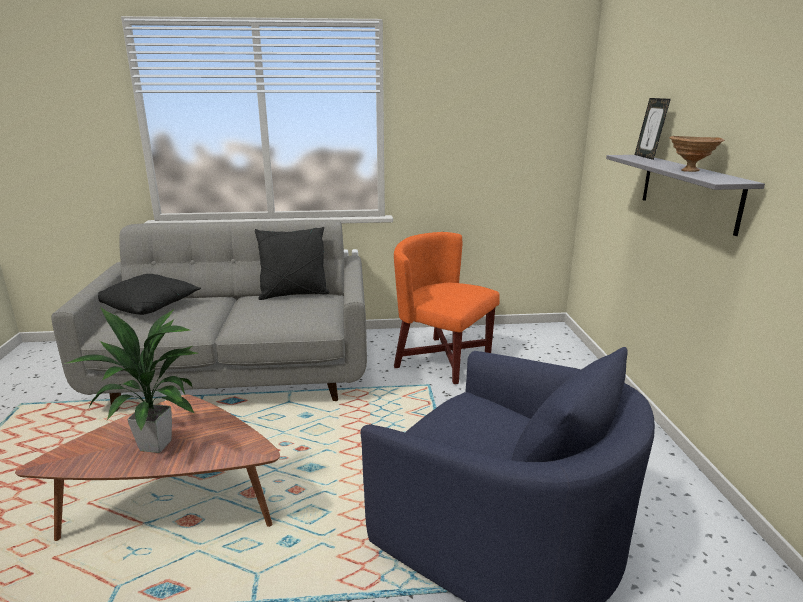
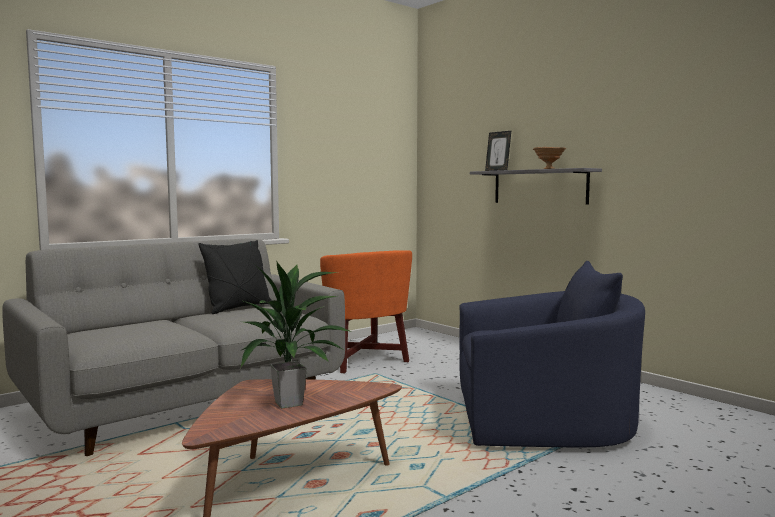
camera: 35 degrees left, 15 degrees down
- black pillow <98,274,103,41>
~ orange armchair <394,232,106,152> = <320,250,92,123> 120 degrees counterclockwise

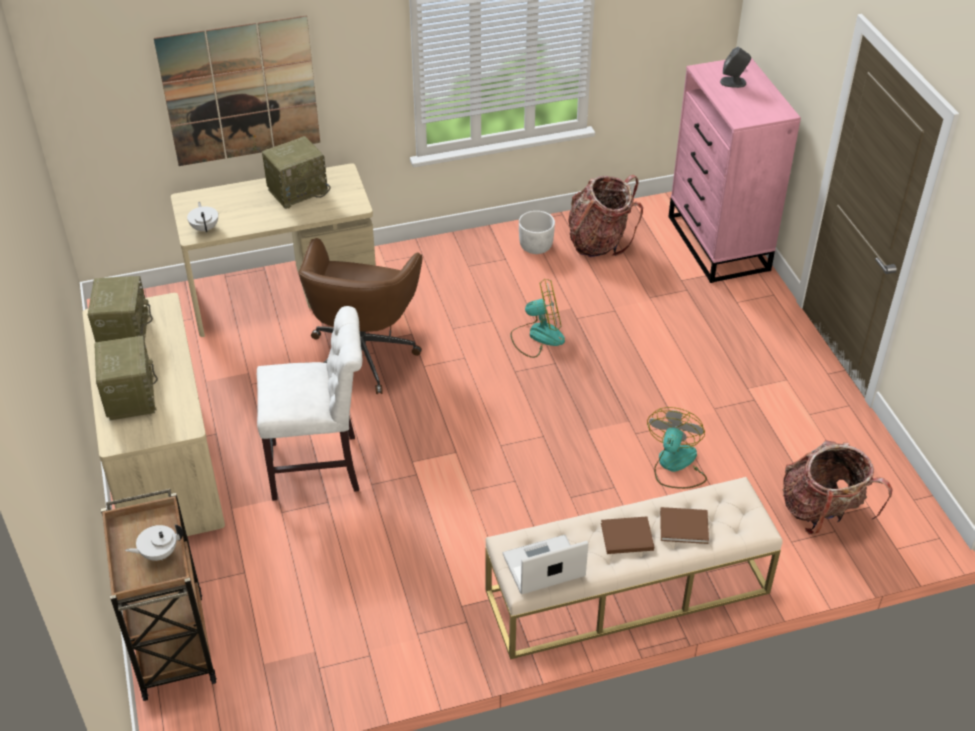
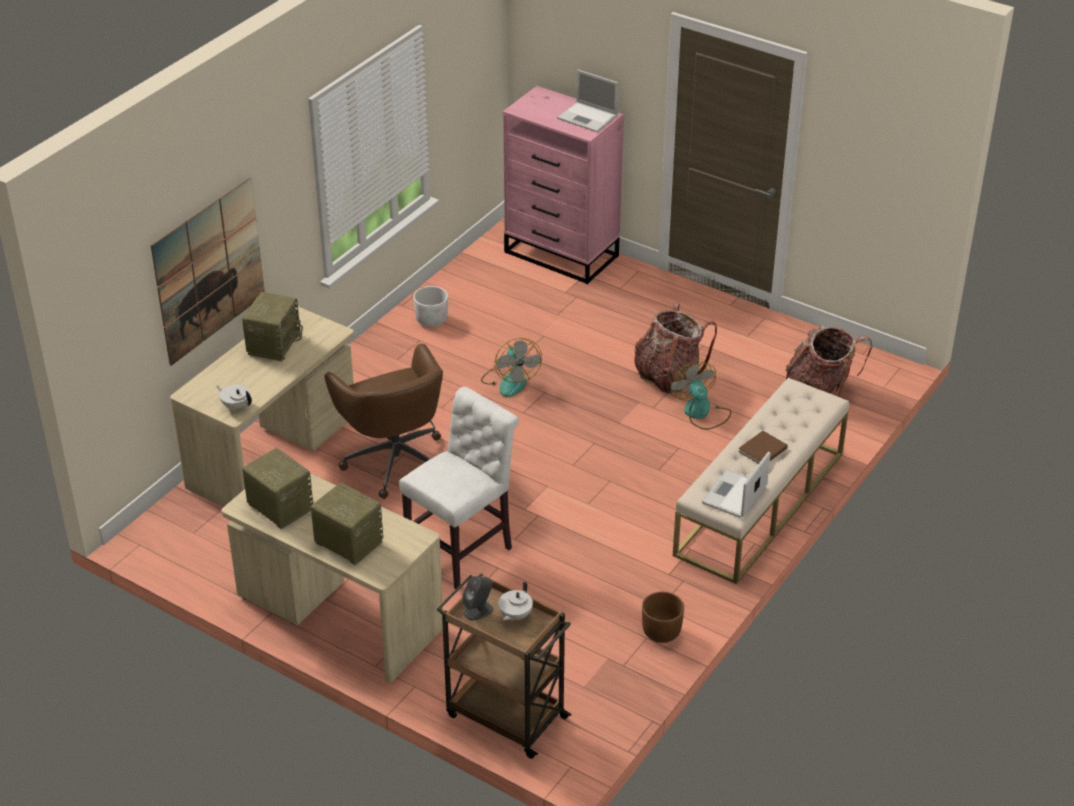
camera: 40 degrees left, 5 degrees down
~ fan <510,279,55,79> = <481,338,61,59> 120 degrees clockwise
~ backpack <568,175,75,82> to <634,302,83,92>
- brown book <660,507,49,37>
~ grey speaker <720,47,31,41> to <462,576,31,44>
+ laptop <557,70,62,62>
+ brown planter <642,592,42,51>

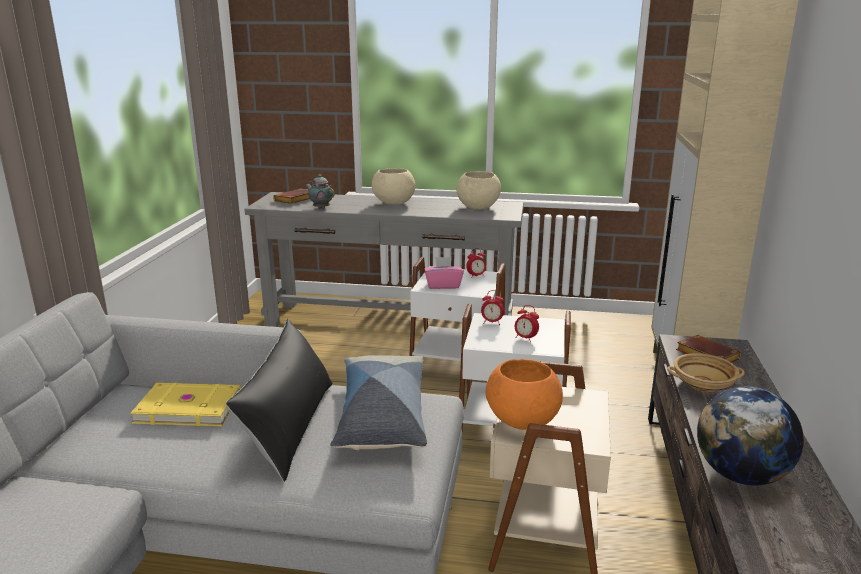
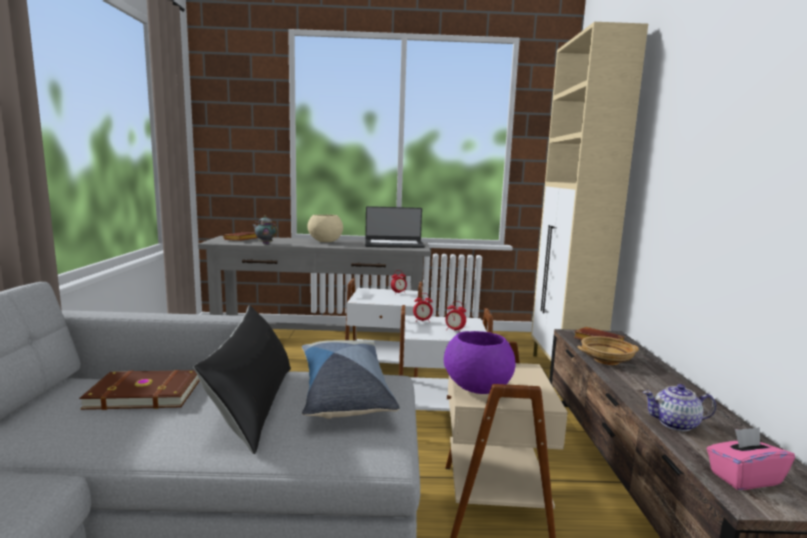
camera: 10 degrees left, 10 degrees down
~ yellow book <130,382,111,44> to brown book <79,370,121,40>
~ pink tissue box <424,257,40,32> to <707,427,88,63>
~ beige bowl <457,171,44,39> to laptop <365,206,60,42>
~ orange bowl <485,359,78,71> to purple bowl <444,331,72,63>
~ globe <697,387,107,99> to teapot <643,384,73,47>

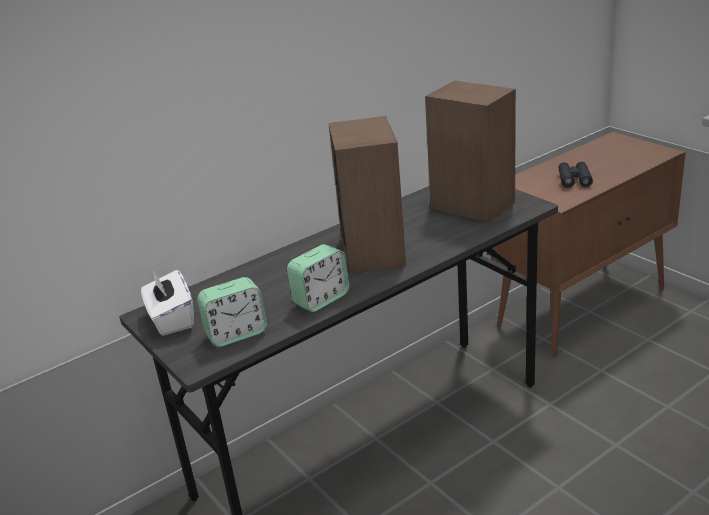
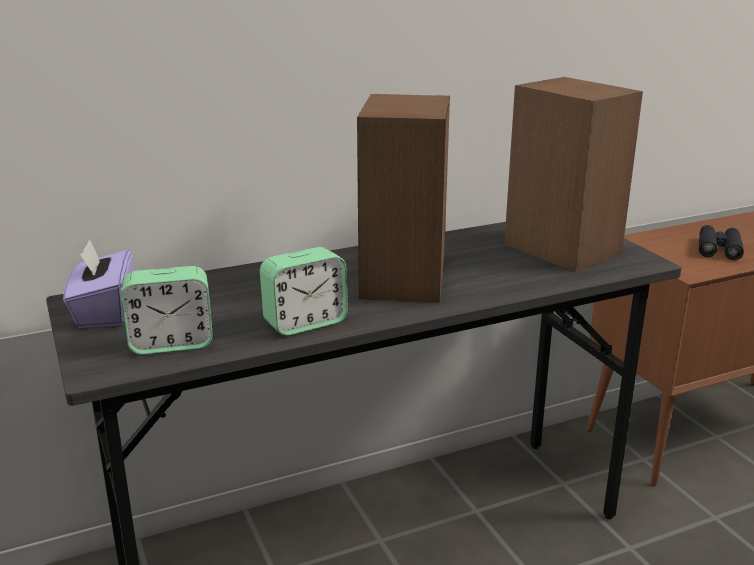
camera: 10 degrees right, 5 degrees down
~ white tissue box <141,270,53,66> to purple tissue box <63,239,70,89>

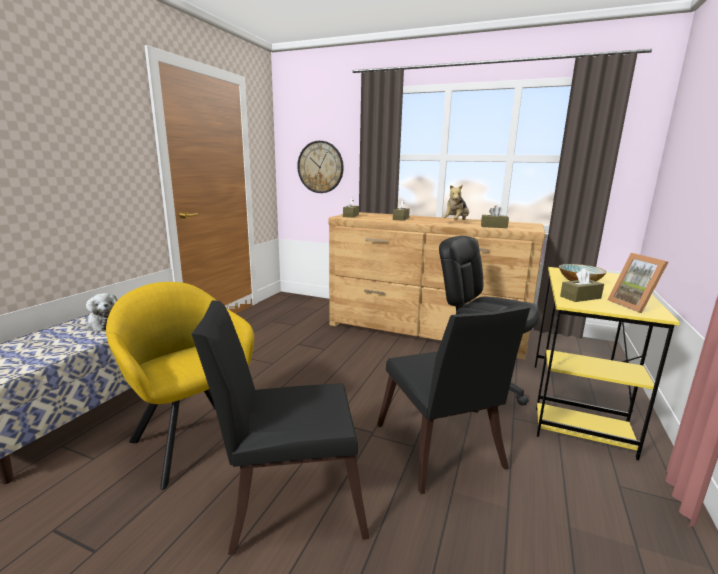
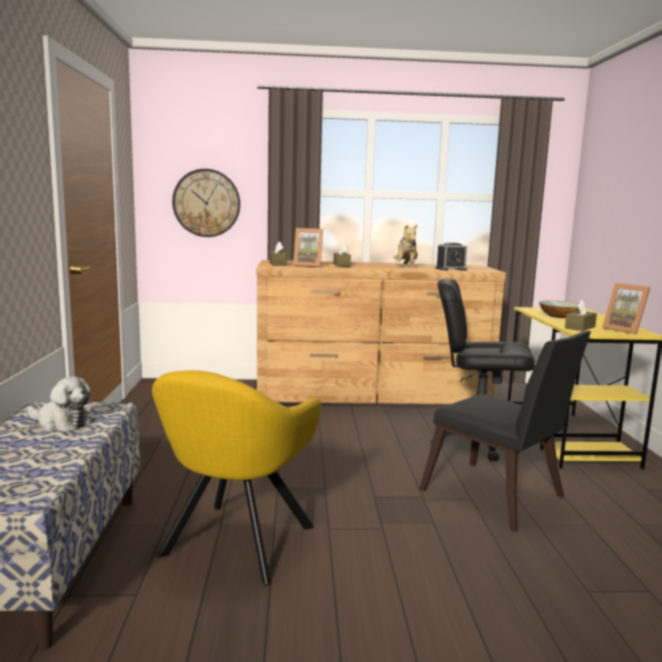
camera: 25 degrees left, 5 degrees down
~ yellow armchair <106,282,148,208> = <152,370,170,216> 90 degrees counterclockwise
- black chair <192,300,177,255>
~ brown tissue box <481,205,28,23> to alarm clock <436,242,31,29>
+ picture frame <293,228,30,39>

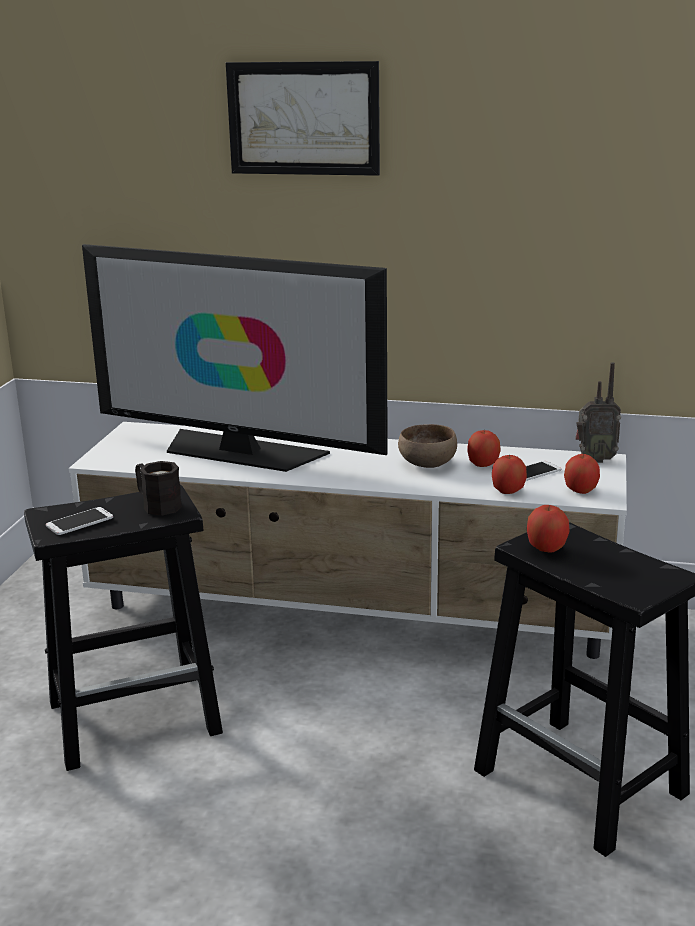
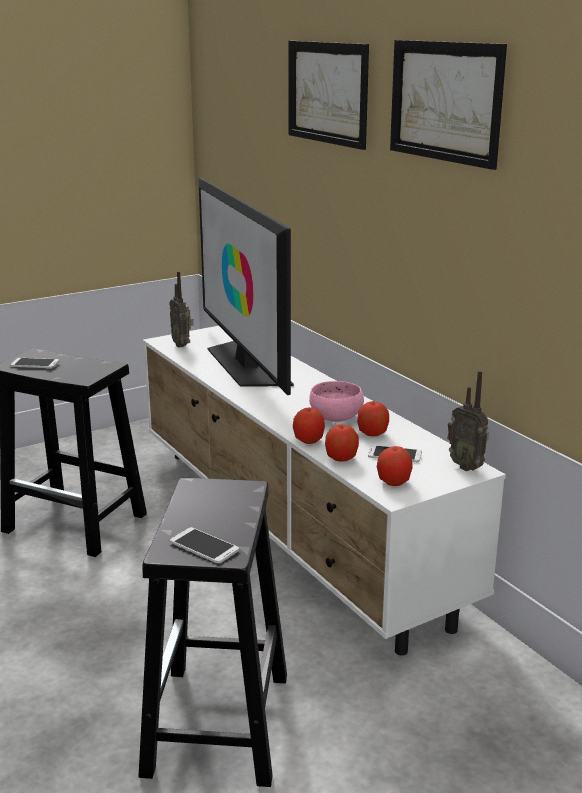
camera: 45 degrees right, 0 degrees up
- black mug <135,461,47,55>
~ brown bowl <398,424,59,44> to pink bowl <309,381,55,41>
~ apple <527,505,43,47> to <293,407,32,37>
+ radio <169,271,24,77>
+ phone <170,527,69,36>
+ picture <390,40,117,130>

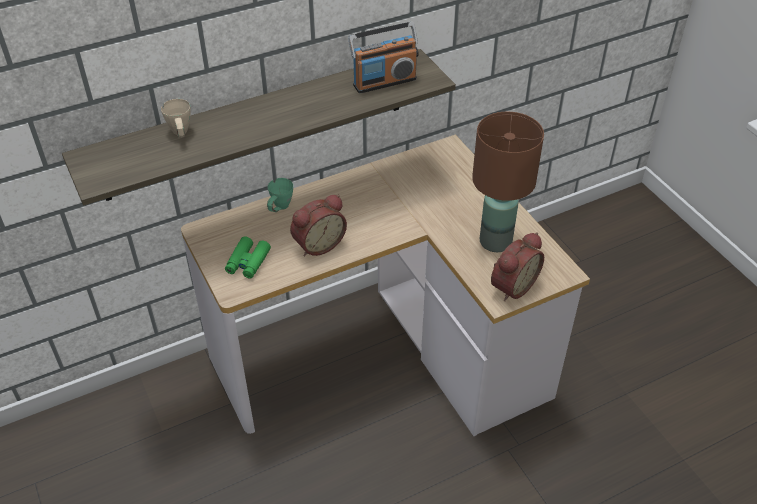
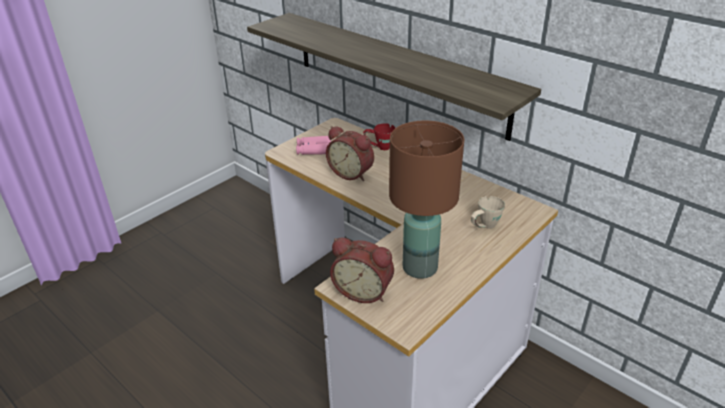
camera: 70 degrees right, 10 degrees down
~ beige mug <161,99,30,39> to <471,196,34,33>
~ green binoculars <225,236,46,42> to pink binoculars <296,136,35,19>
~ green mug <267,178,26,34> to red mug <363,123,32,27>
- radio <348,22,71,71>

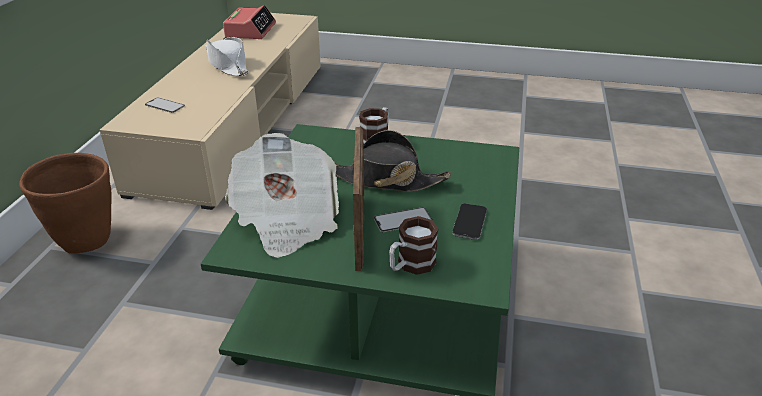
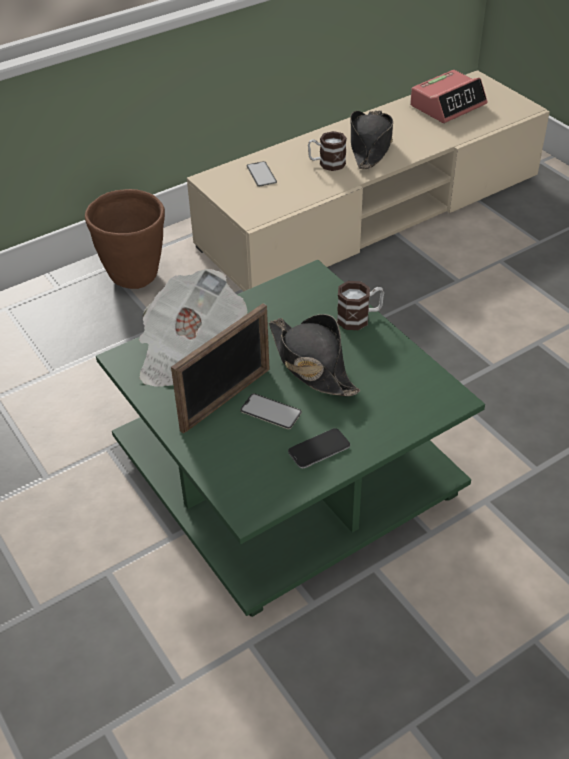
camera: 45 degrees right, 10 degrees up
~ white hat <205,37,44,39> to black hat <350,111,43,58>
~ mug <389,216,49,59> to <308,131,39,40>

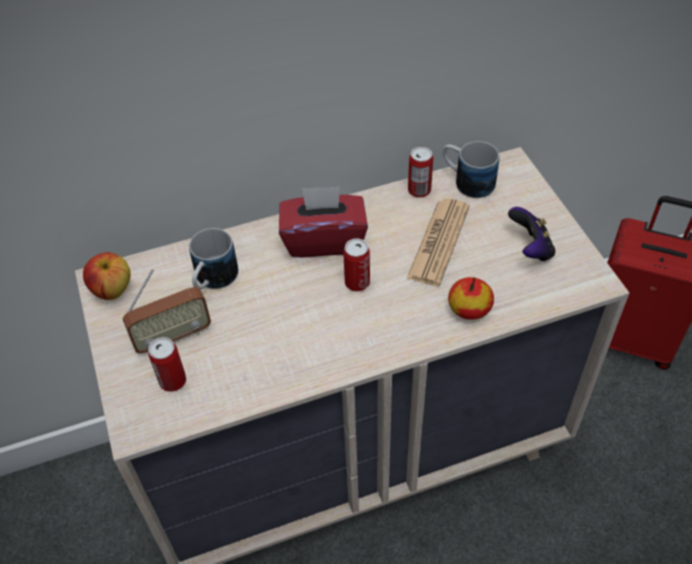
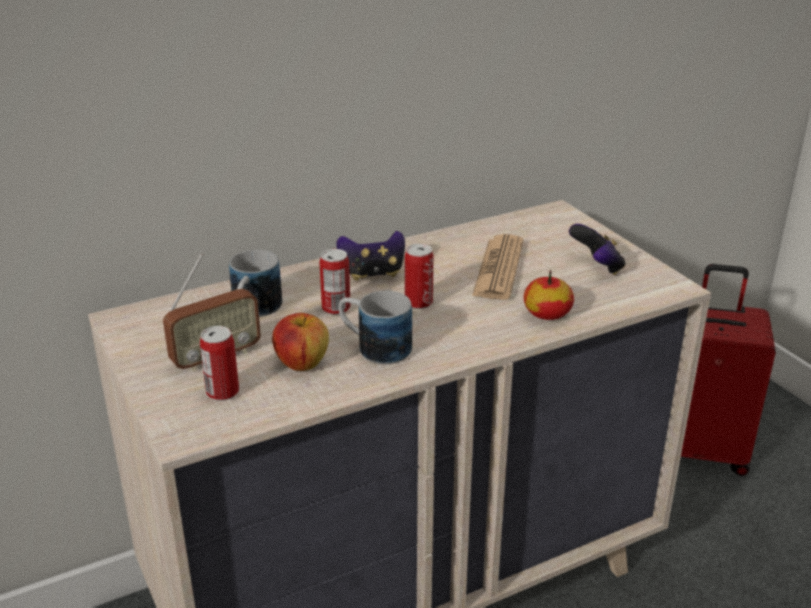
camera: 10 degrees left, 20 degrees down
~ apple <83,252,48,48> to <272,313,57,58>
~ red tissue box <279,187,89,70> to game controller <336,231,69,50>
~ can <408,147,25,51> to <320,249,31,66>
~ mug <443,141,56,57> to <339,291,73,73>

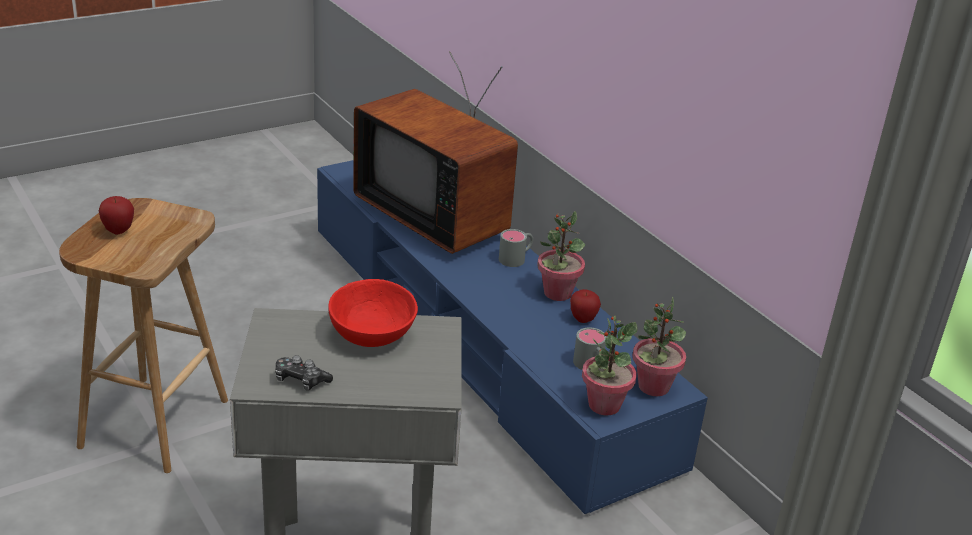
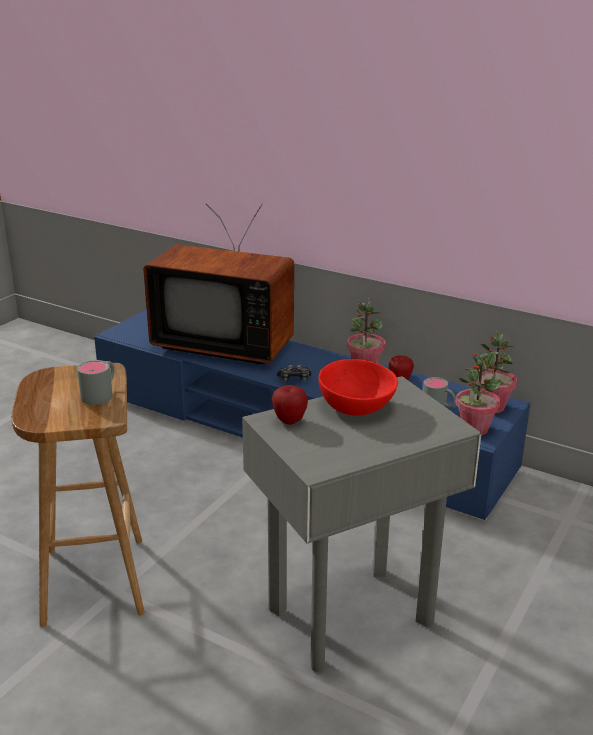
camera: 25 degrees left, 5 degrees down
~ apple <99,196,35,38> to <272,385,36,40>
~ game controller <275,355,58,35> to <277,364,34,17>
~ grey mug <499,229,34,38> to <77,360,37,45>

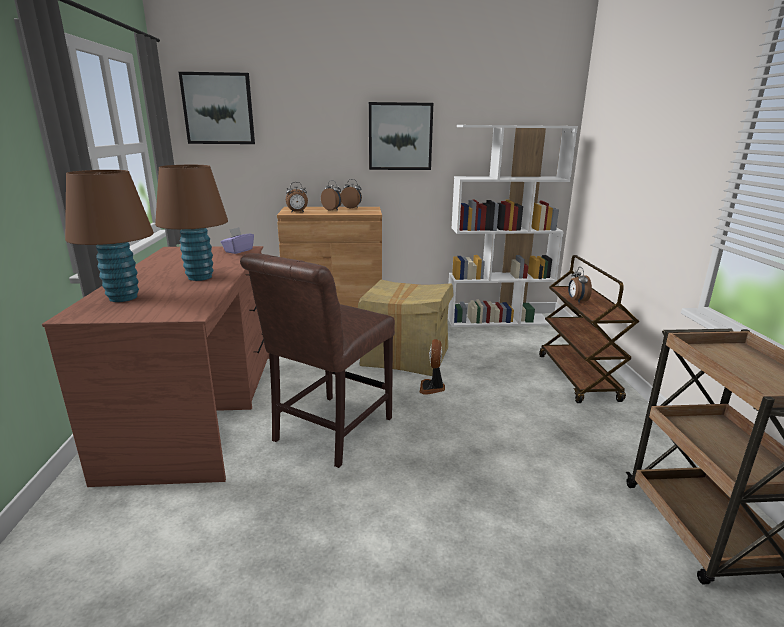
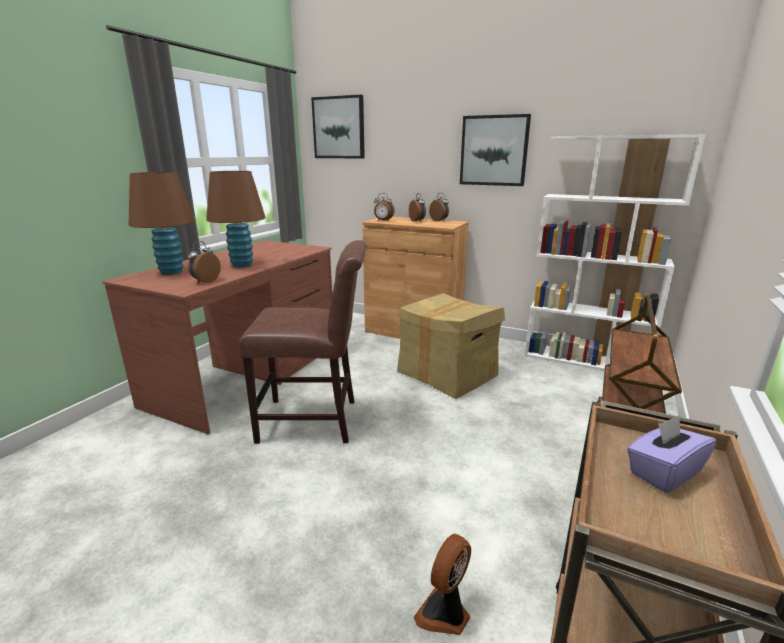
camera: 30 degrees right, 0 degrees up
~ purple tissue box <221,227,33,27> to <627,415,89,78>
~ brown chair <240,253,155,215> = <239,240,127,204> 150 degrees counterclockwise
~ fan <420,339,25,56> to <413,534,58,101>
~ alarm clock <568,267,24,36> to <187,241,34,43>

